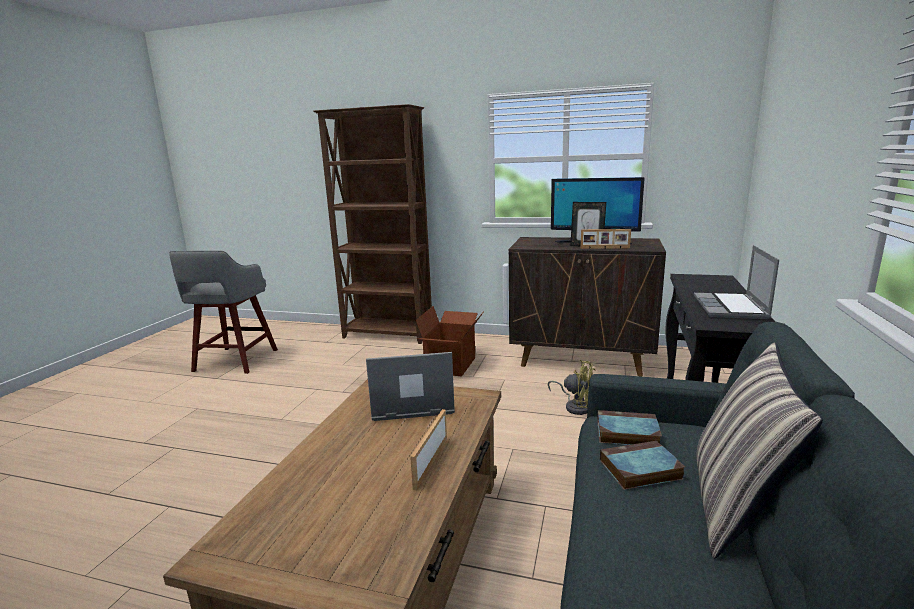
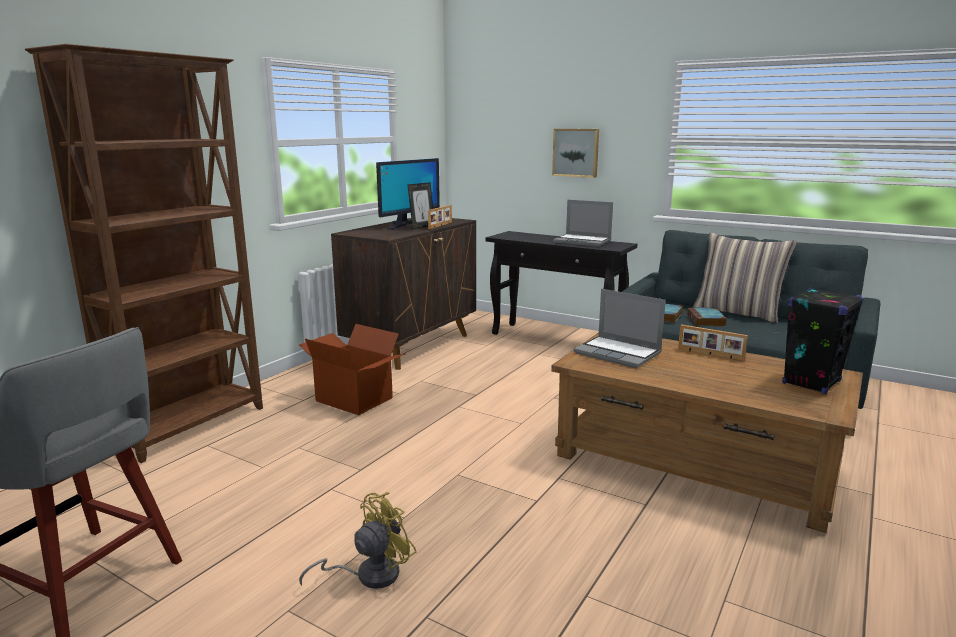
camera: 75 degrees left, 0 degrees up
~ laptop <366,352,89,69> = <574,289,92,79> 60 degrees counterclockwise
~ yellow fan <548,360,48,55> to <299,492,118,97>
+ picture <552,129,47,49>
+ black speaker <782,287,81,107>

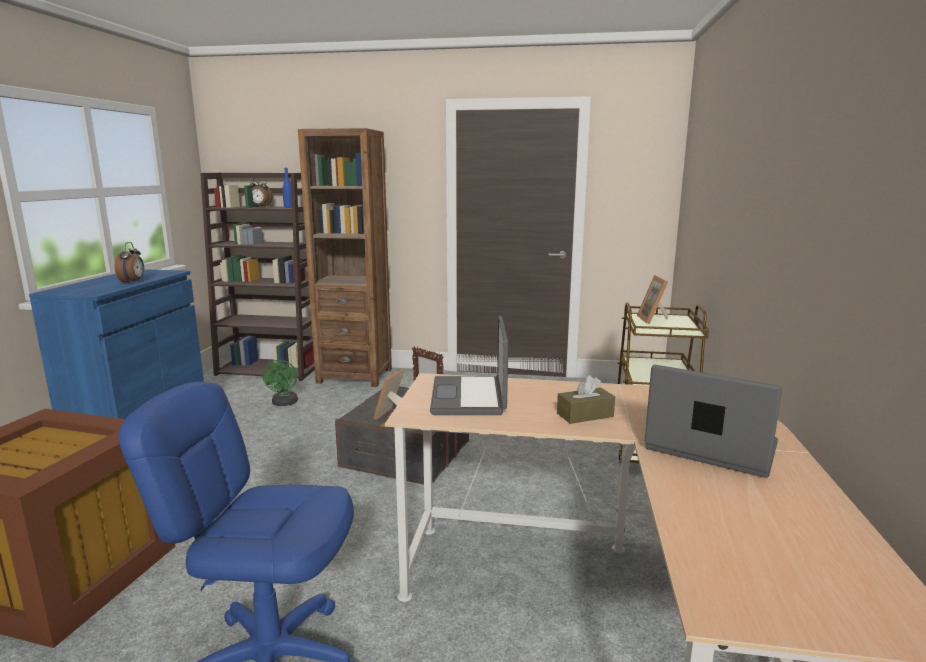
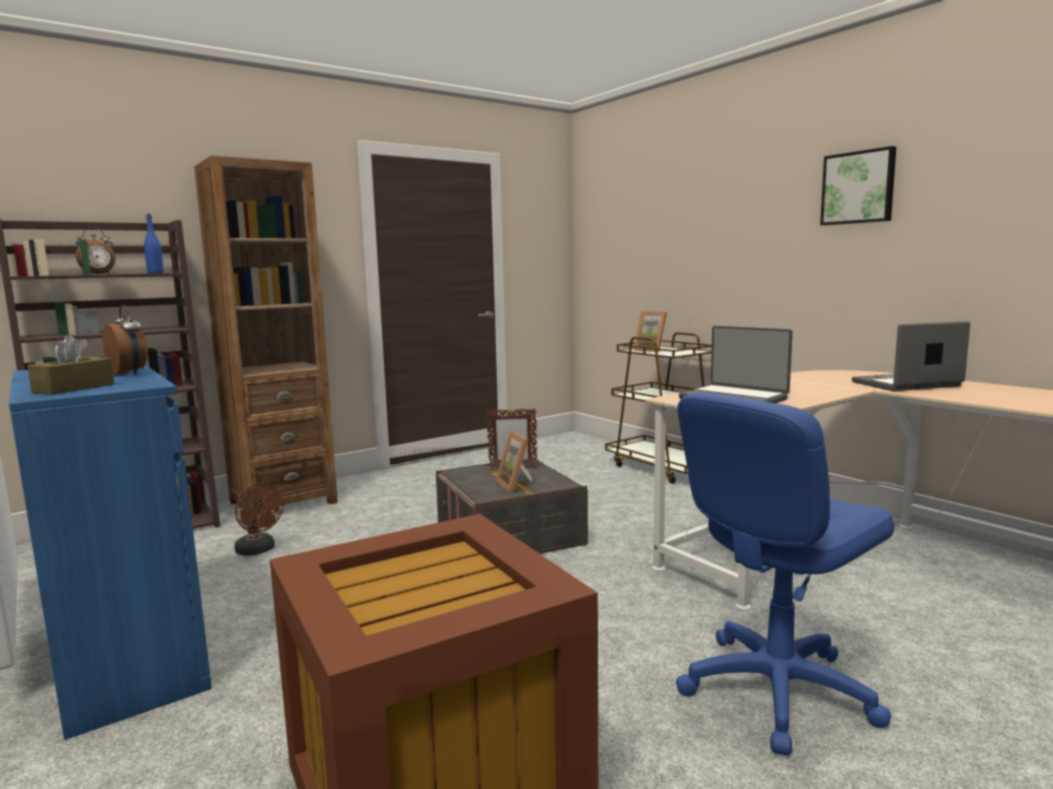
camera: 45 degrees left, 5 degrees down
~ green fan <263,360,35,46> to brown fan <234,483,50,73>
~ brown tissue box <557,375,58,49> to <27,335,87,60>
+ picture <820,146,76,79>

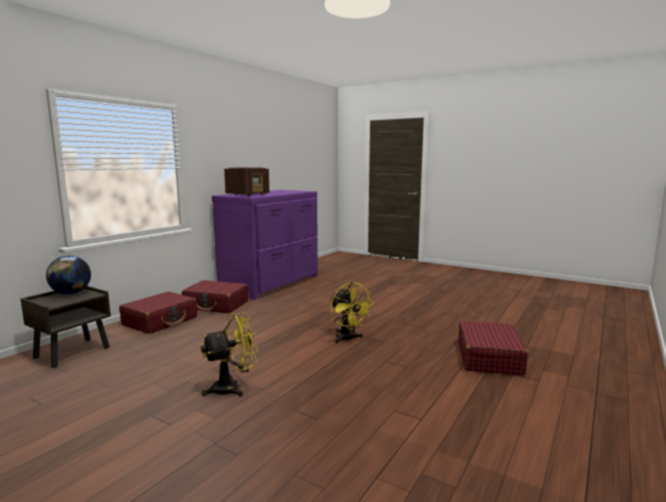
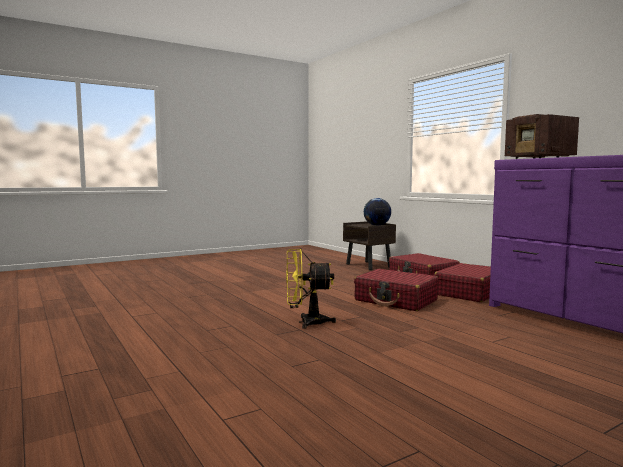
camera: 115 degrees right, 5 degrees down
- yellow fan <201,312,57,85>
~ red suitcase <458,321,70,55> to <354,269,84,42>

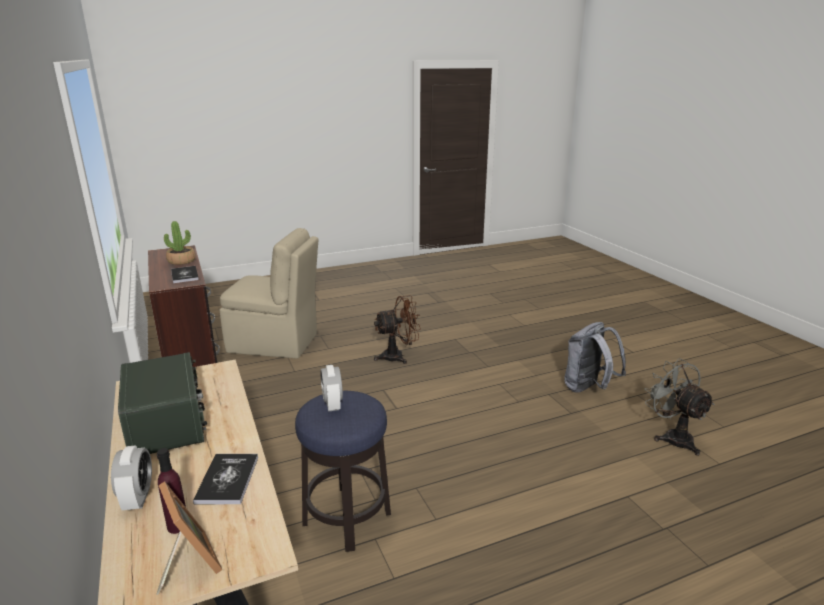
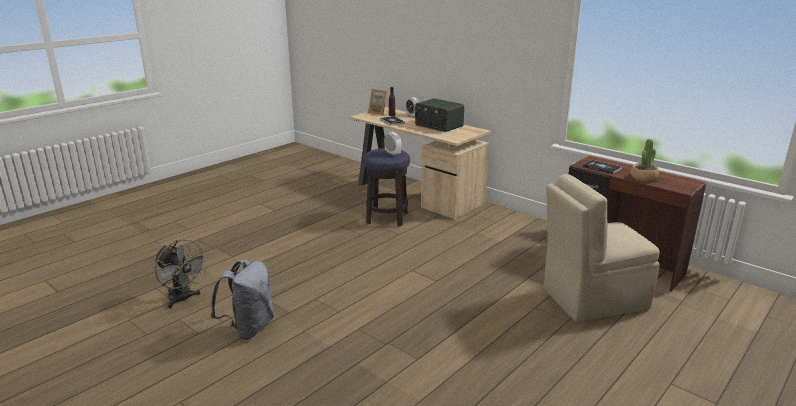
camera: 155 degrees right, 0 degrees up
- brown fan <374,295,47,69>

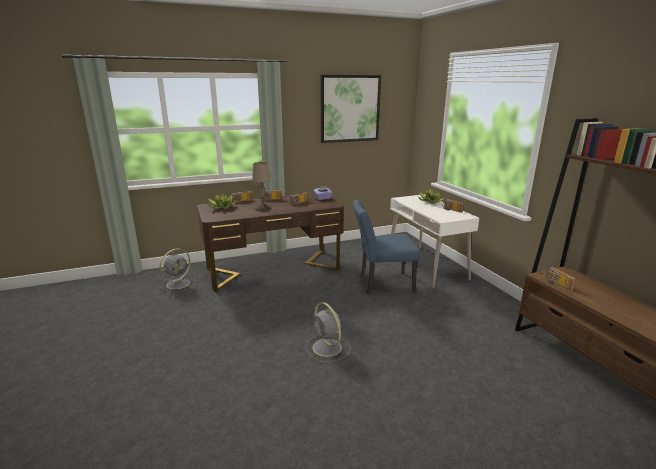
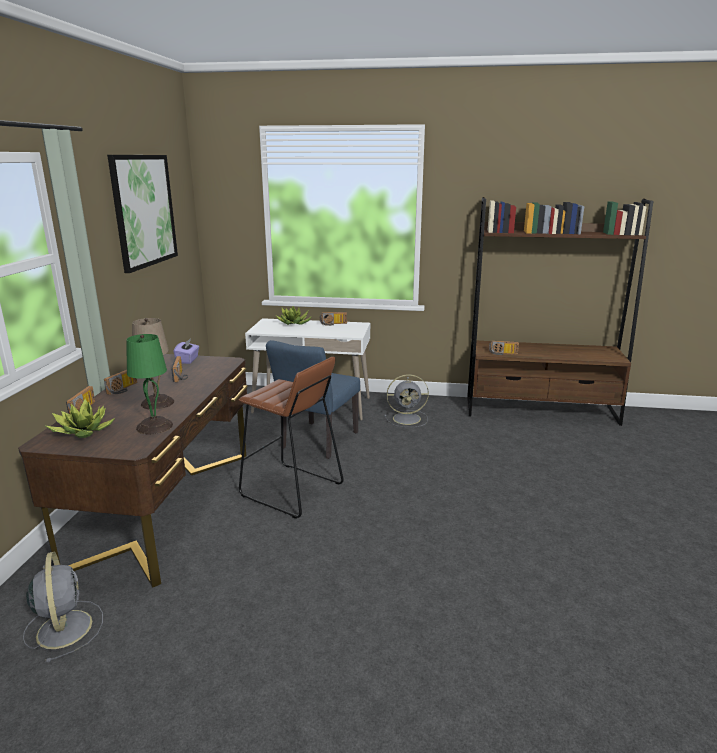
camera: 60 degrees left, 0 degrees up
~ grey fan <306,302,44,60> to <385,374,44,53>
+ green table lamp <126,334,47,100>
+ brown stool <239,357,105,162>

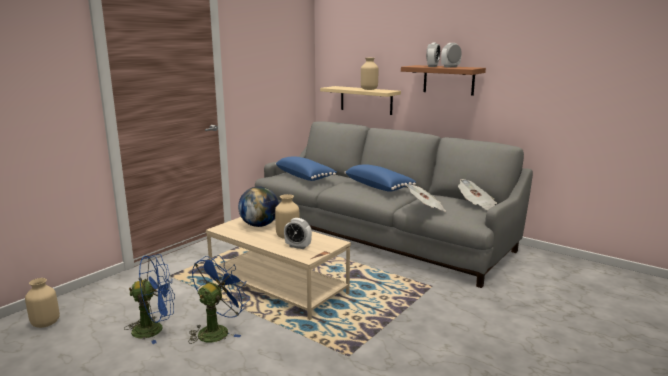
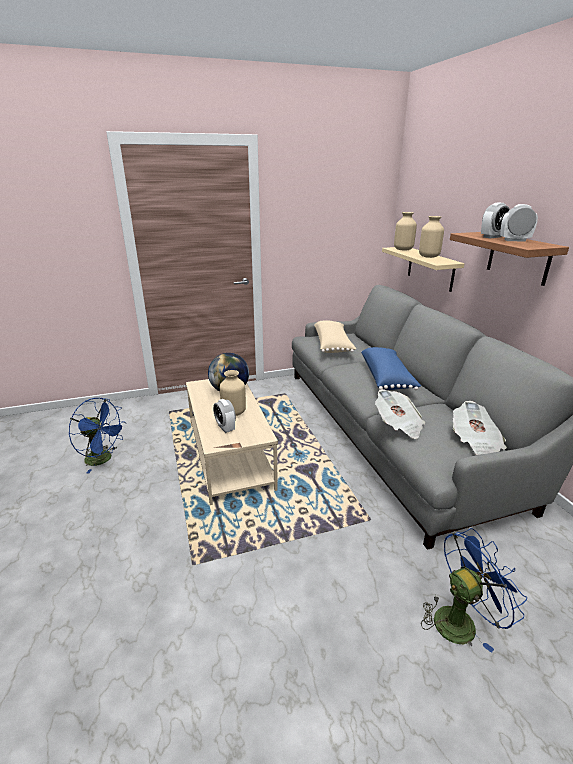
camera: 35 degrees right, 10 degrees up
~ beige vase <25,278,35,50> to <394,212,23,38>
~ blue fan <188,255,62,89> to <421,528,106,125>
~ blue pillow <275,156,61,25> to beige pillow <314,320,42,33>

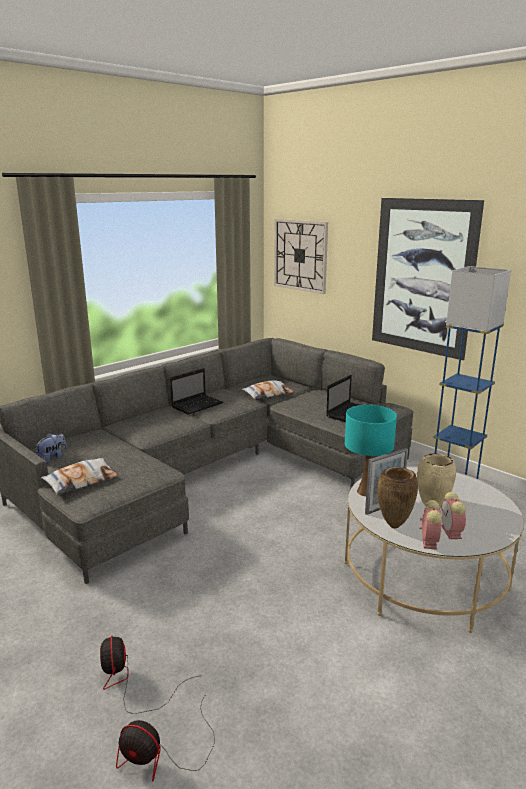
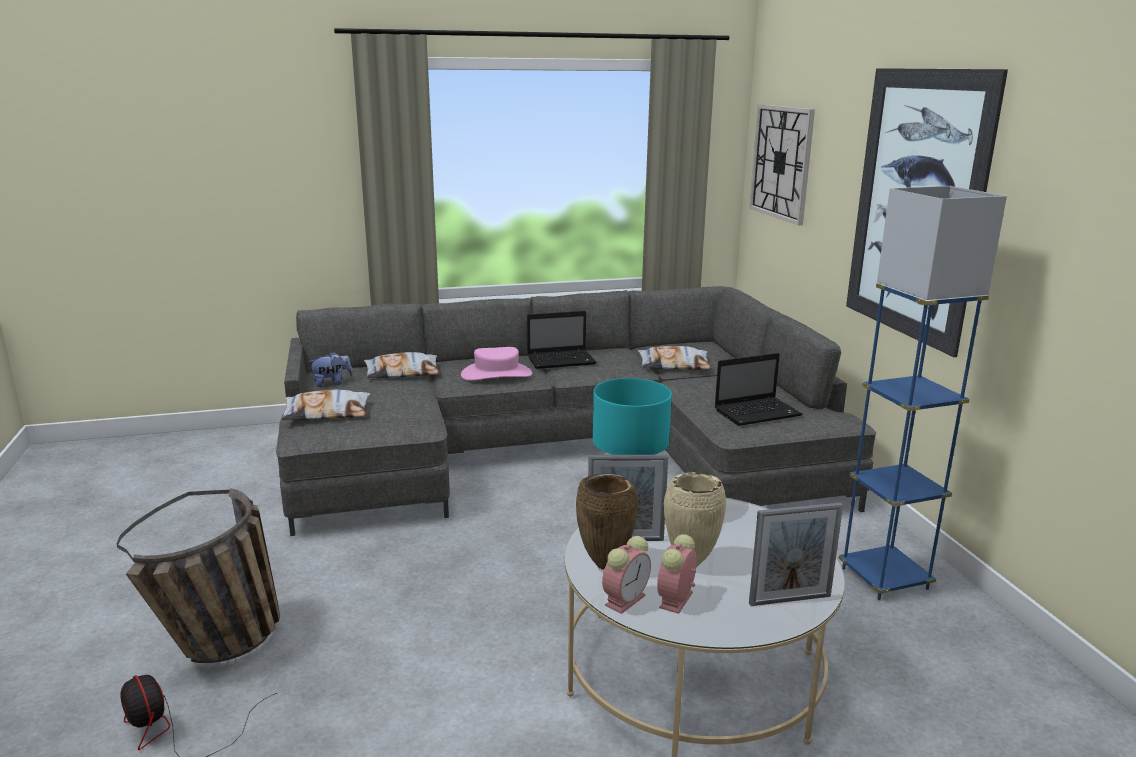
camera: 30 degrees right, 0 degrees up
~ fan <100,636,99,78> to basket <117,488,163,175>
+ pillow <364,352,76,26>
+ pink hat <461,347,71,33>
+ picture frame <749,502,94,104>

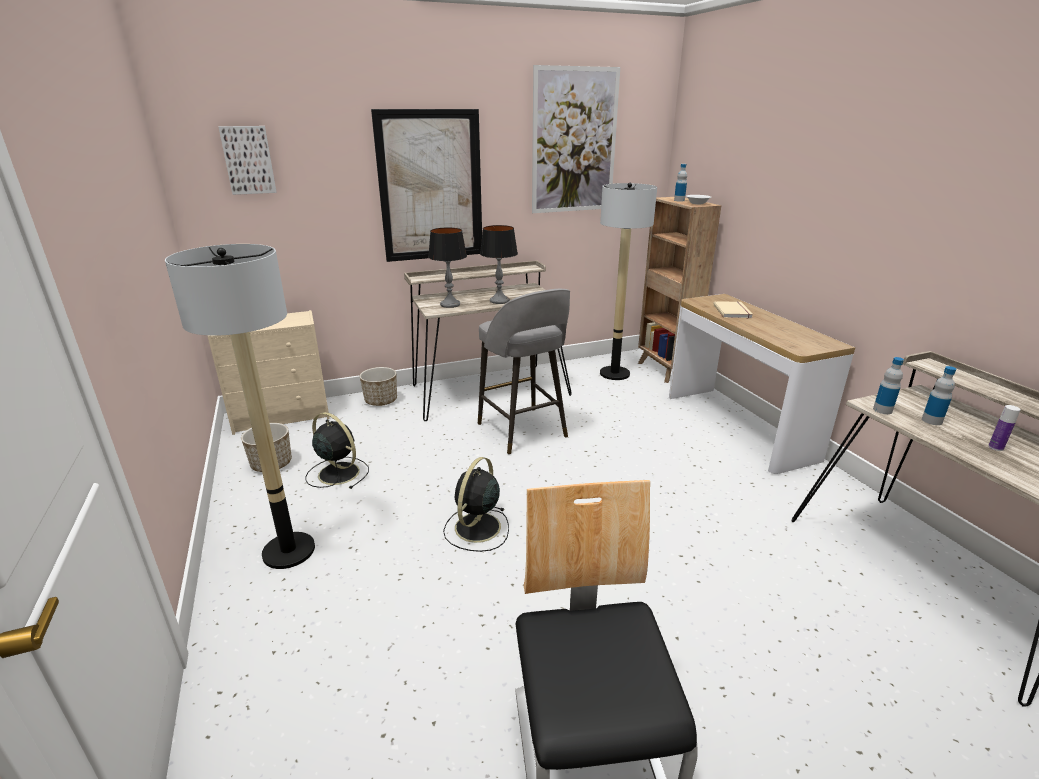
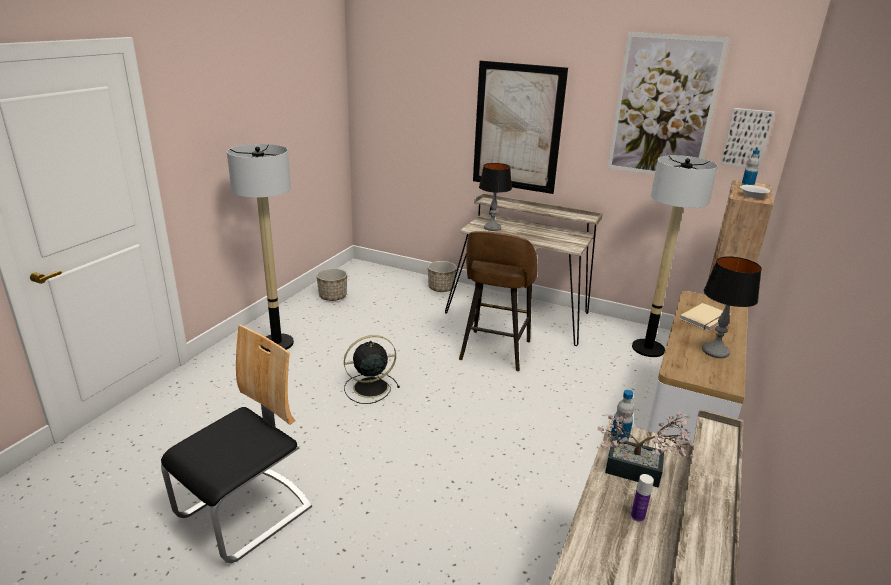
camera: 45 degrees right, 0 degrees up
- beige dresser <208,310,122,125>
~ picture <218,126,59,69> to <721,108,53,61>
- black fan <306,412,63,77>
~ grey stool <478,289,92,165> to brown stool <459,231,78,140>
~ table lamp <480,225,38,79> to <702,256,60,102>
~ bottle <922,366,34,59> to potted plant <597,411,98,77>

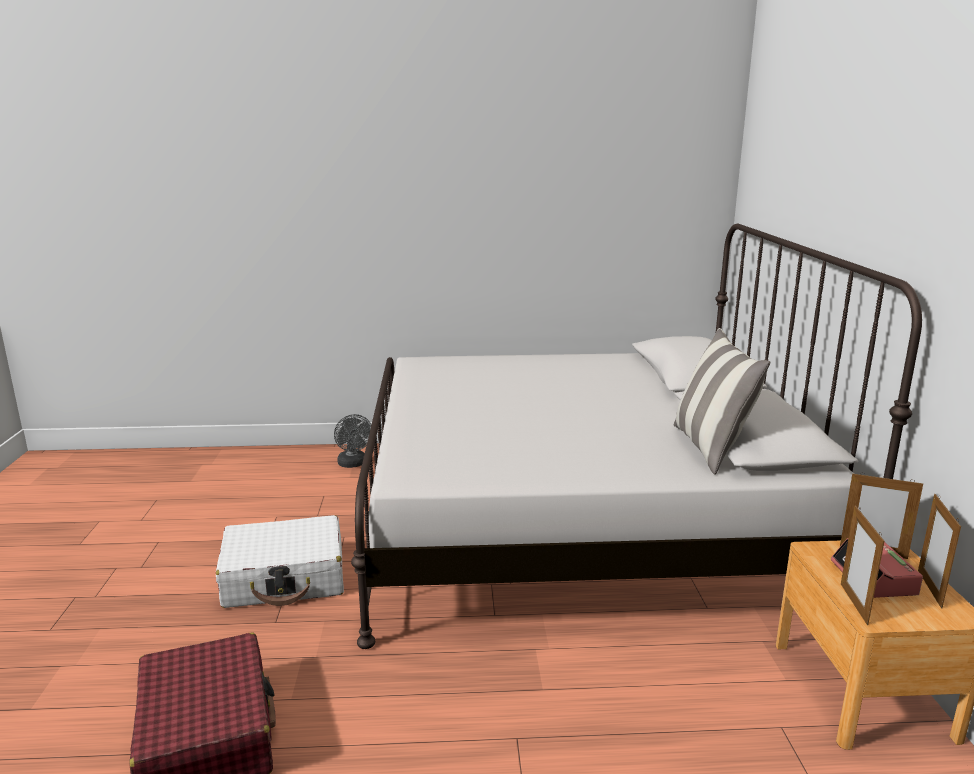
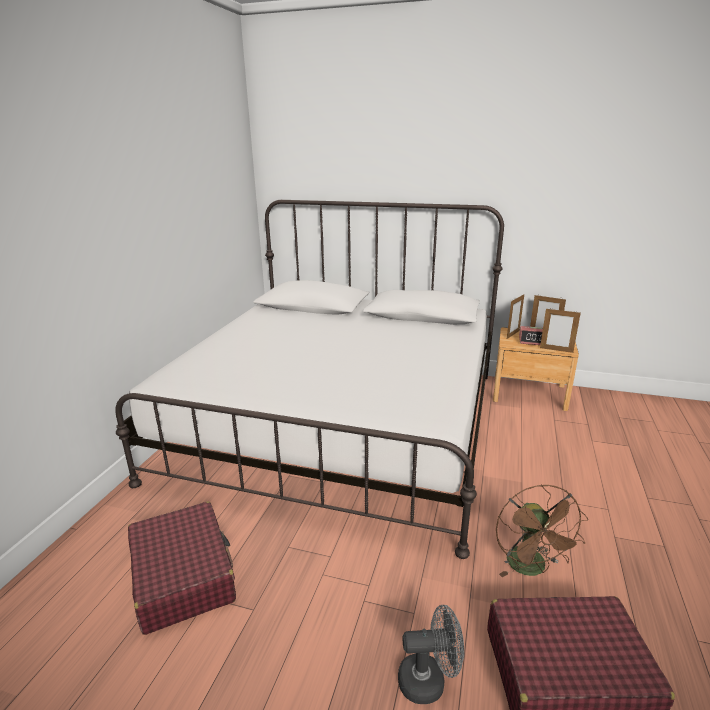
camera: 70 degrees left, 5 degrees up
- white suitcase <216,515,128,93>
~ grey fan <334,414,37,54> to <398,605,66,99>
- pillow <674,328,96,146>
+ red suitcase <128,501,108,134>
+ brown fan <496,484,92,93>

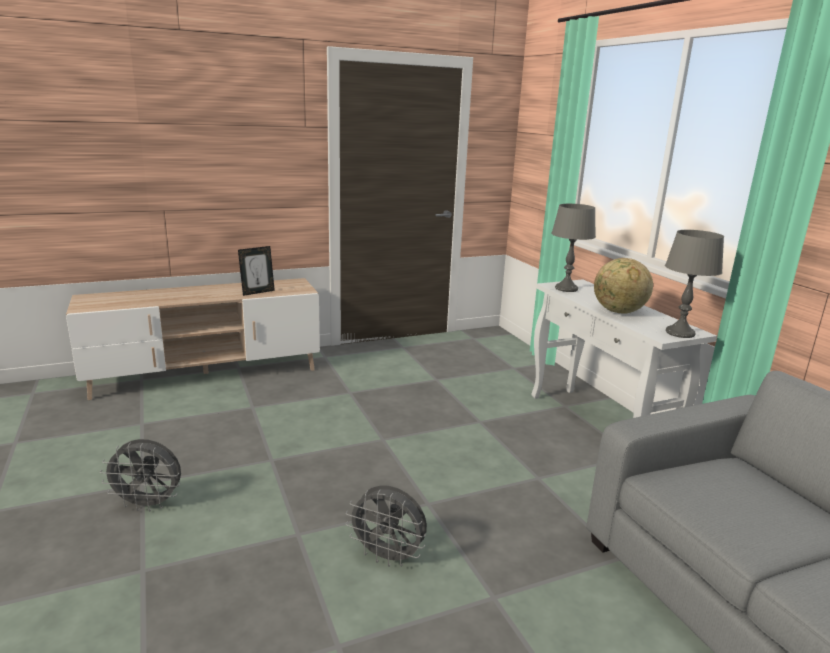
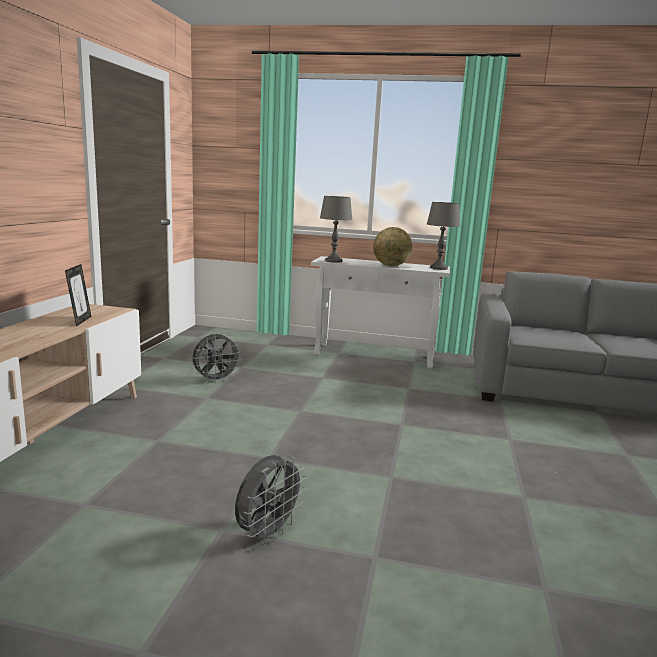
camera: 55 degrees left, 5 degrees down
~ grey fan <346,485,81,82> to <193,333,49,50>

